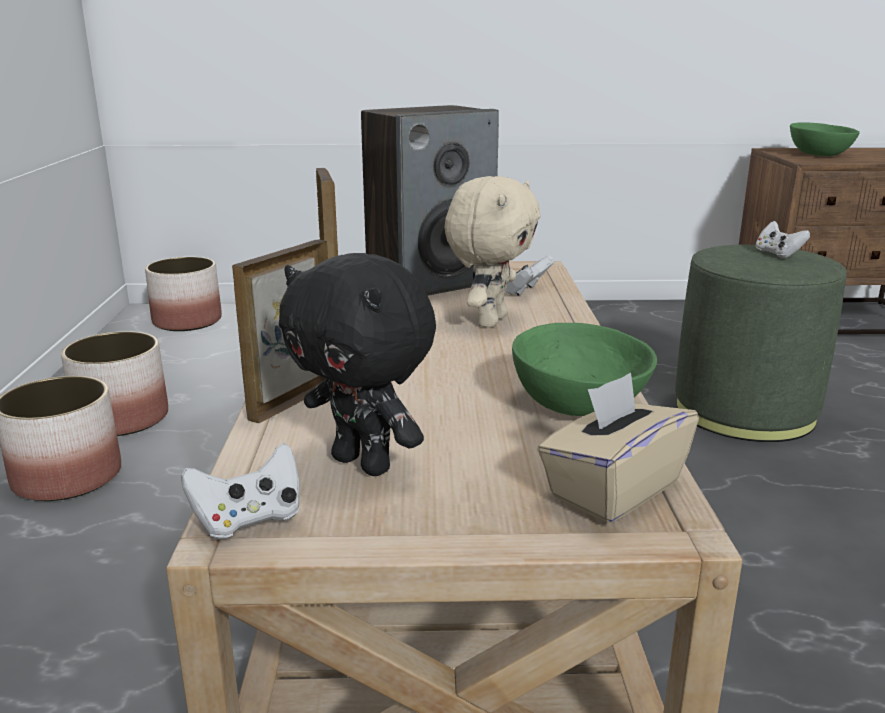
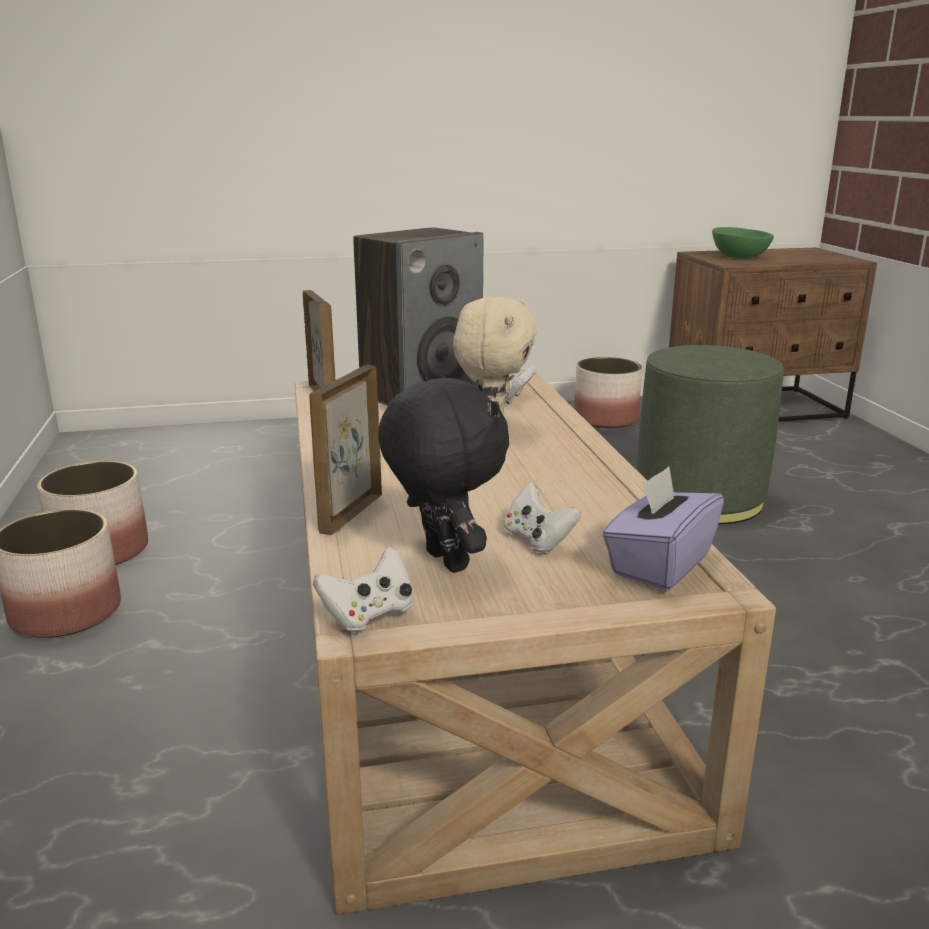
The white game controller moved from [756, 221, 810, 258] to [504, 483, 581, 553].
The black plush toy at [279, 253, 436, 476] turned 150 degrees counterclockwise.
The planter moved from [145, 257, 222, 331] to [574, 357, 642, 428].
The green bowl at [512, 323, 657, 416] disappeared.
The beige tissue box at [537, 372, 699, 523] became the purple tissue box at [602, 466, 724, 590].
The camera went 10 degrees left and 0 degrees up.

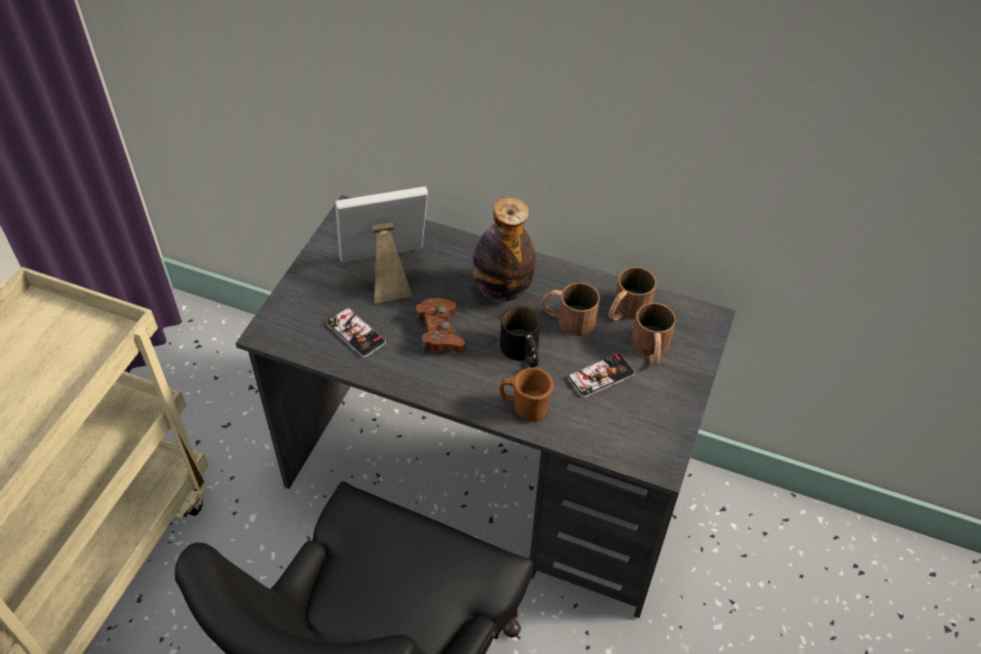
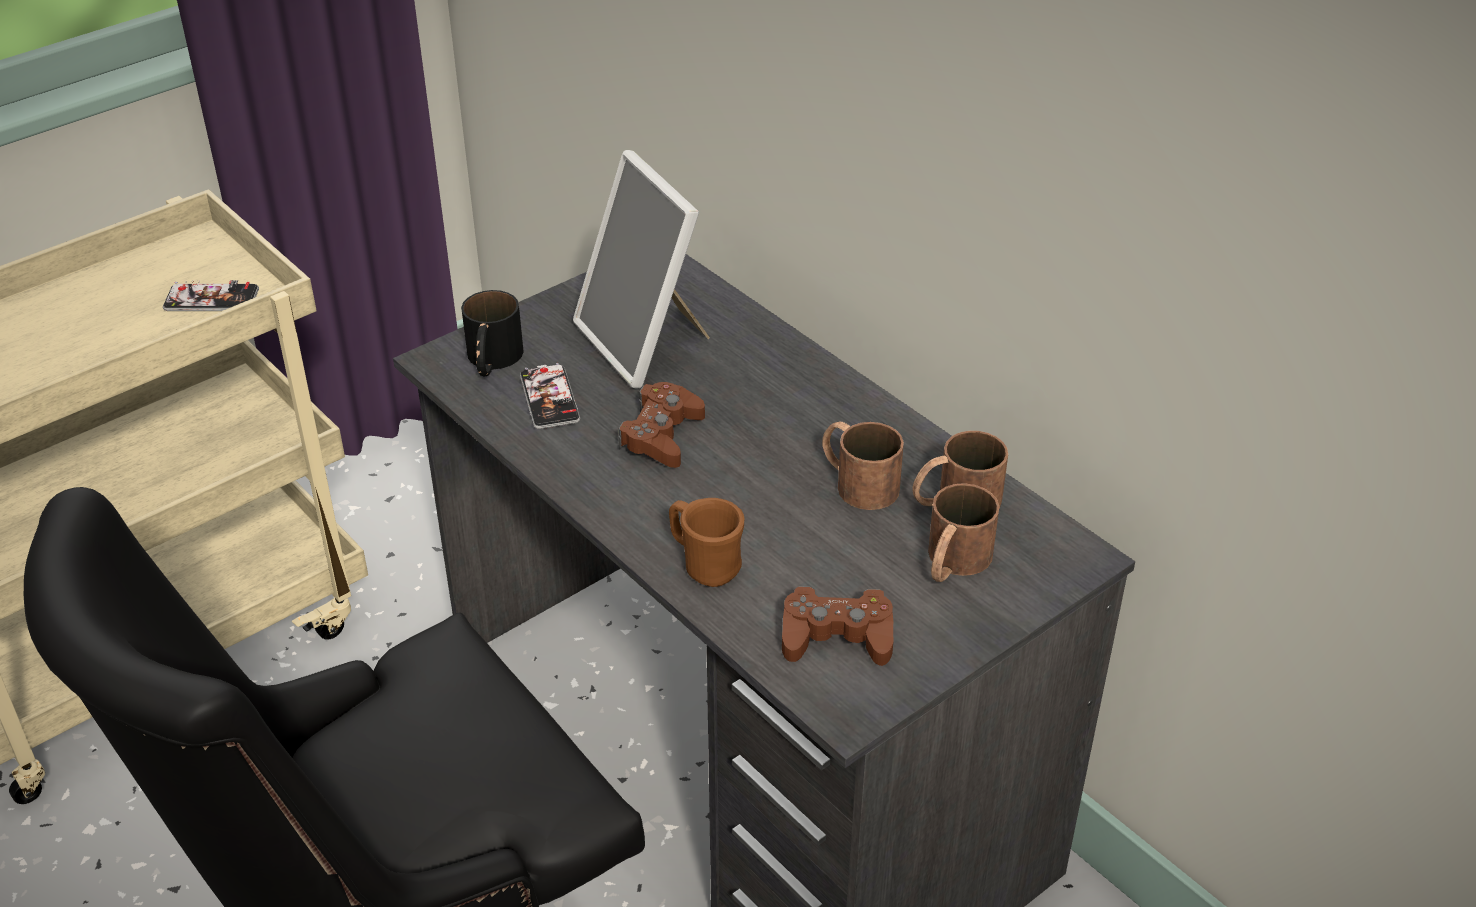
The picture frame at [335, 187, 428, 303] turned 135 degrees counterclockwise.
The bottle at [473, 197, 535, 302] disappeared.
The black mug moved from [500, 306, 541, 368] to [461, 290, 524, 377].
The phone moved from [568, 353, 635, 398] to [163, 280, 259, 311].
The brown game controller at [782, 586, 894, 666] appeared.
The camera went 30 degrees right and 10 degrees down.

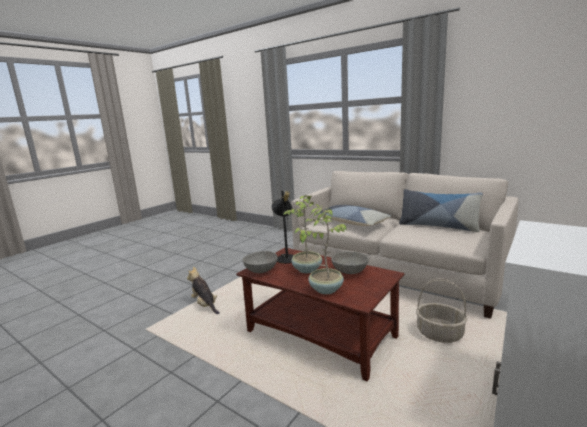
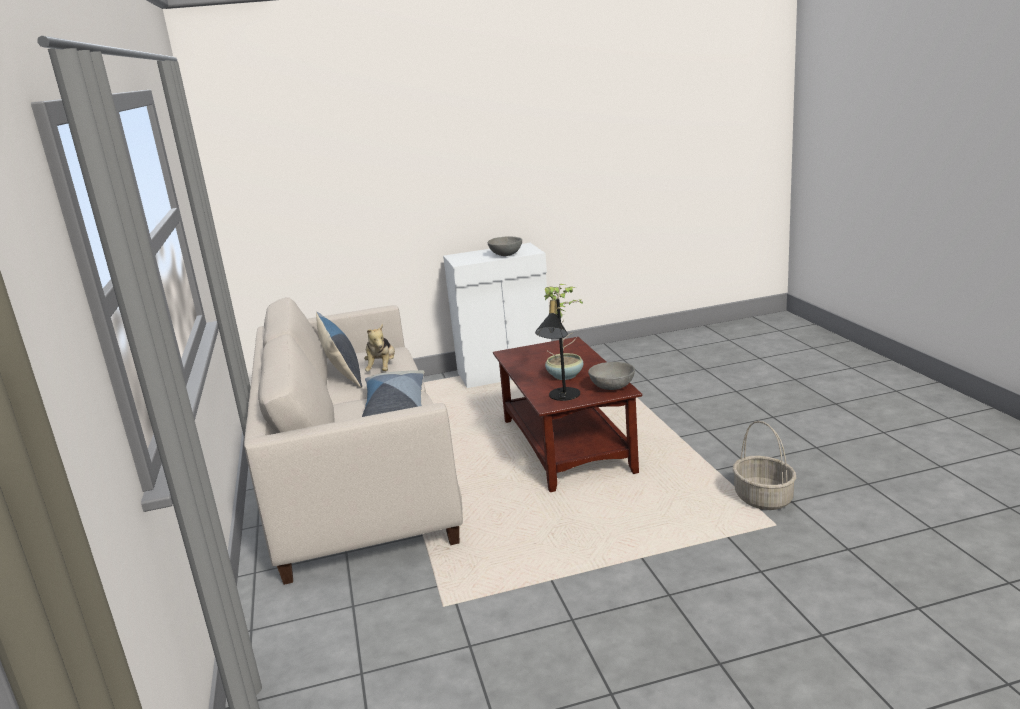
The potted plant at [294, 206, 347, 294] disappeared.
The grey bowl moved from [331, 252, 368, 274] to [488, 236, 522, 256].
The plush toy moved from [187, 267, 220, 314] to [364, 324, 395, 371].
The basket moved from [416, 278, 468, 343] to [733, 421, 796, 510].
The camera went 140 degrees left and 5 degrees up.

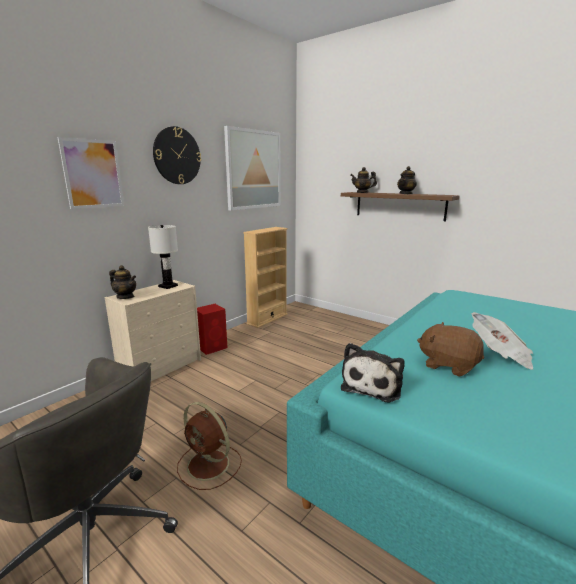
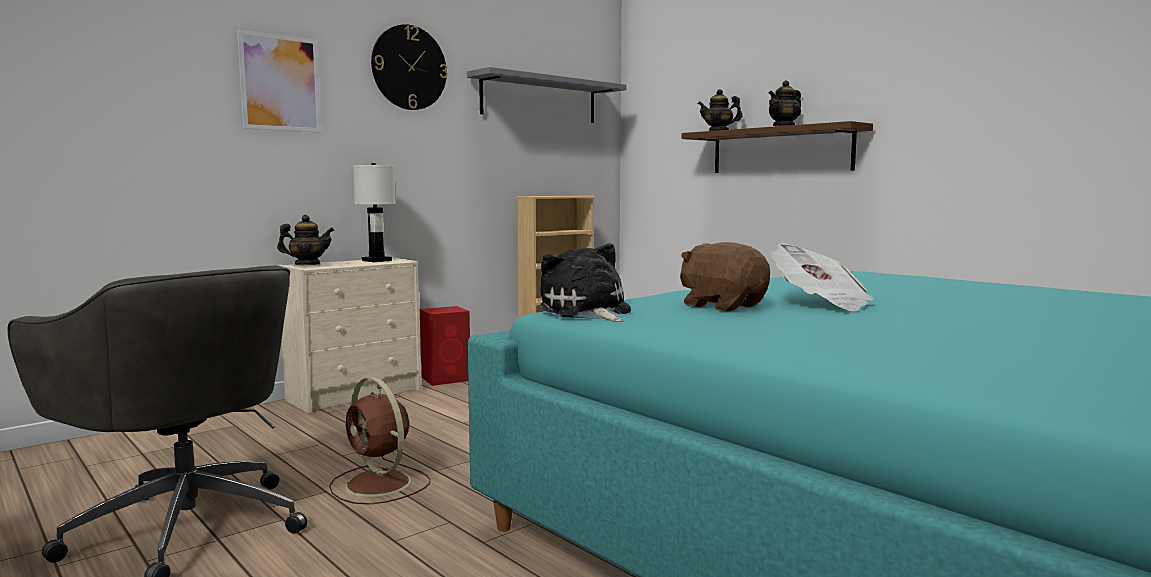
The picture at [224, 126, 281, 210] was replaced by the grey shelf at [467, 67, 627, 123].
The teapot at [109, 265, 136, 299] turned 45 degrees counterclockwise.
The plush toy at [341, 343, 405, 402] turned 120 degrees clockwise.
The camera went 10 degrees right and 10 degrees down.

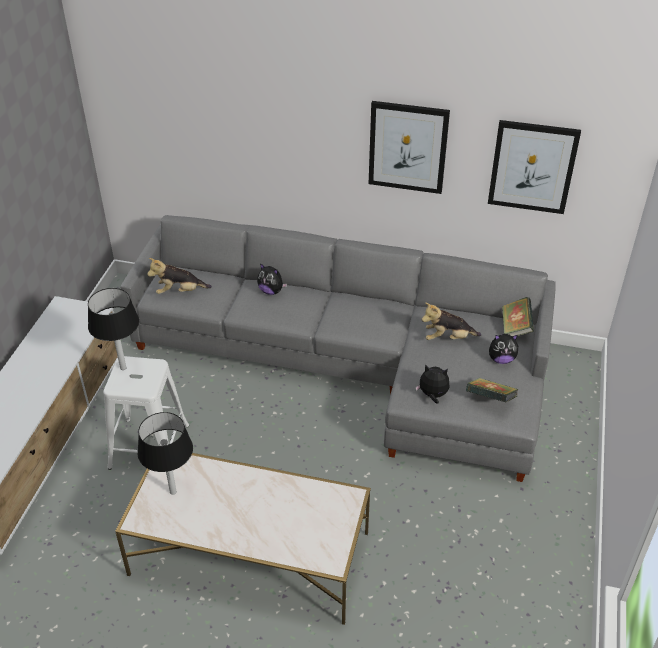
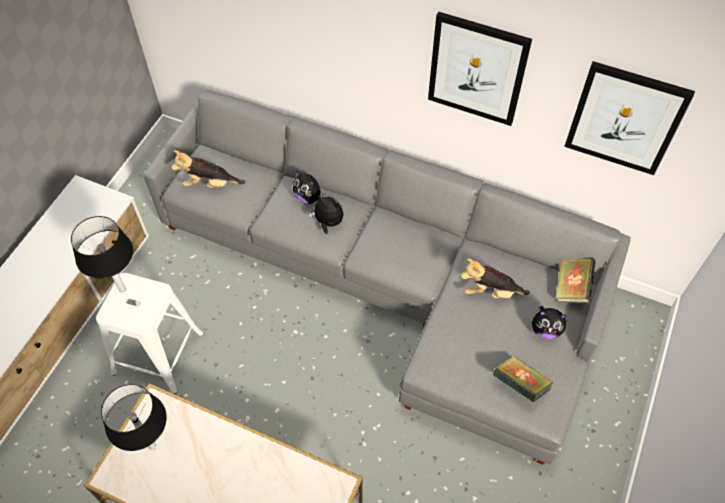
The plush toy moved from [415, 364, 450, 404] to [309, 194, 344, 234].
The camera went 10 degrees right and 15 degrees up.

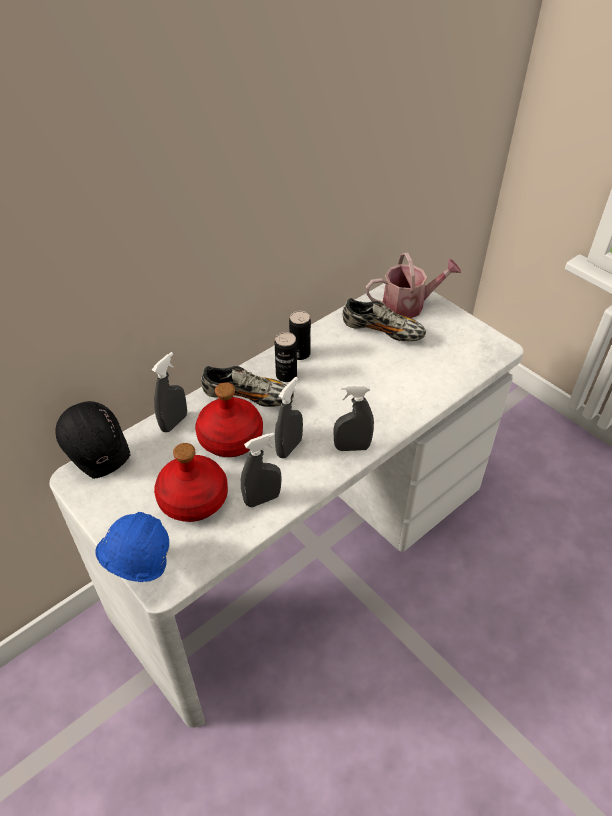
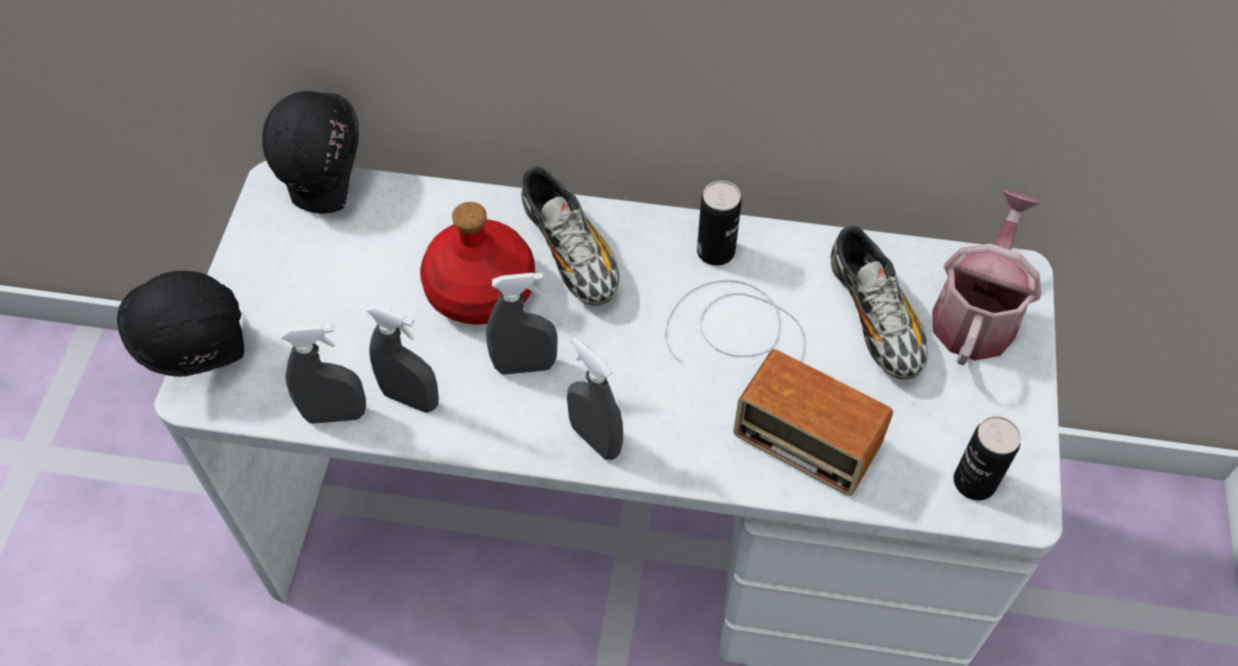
The watering can at [366, 253, 461, 318] turned 105 degrees counterclockwise.
The can moved from [275, 332, 297, 382] to [954, 416, 1021, 500].
The grey spray bottle moved from [152, 352, 187, 432] to [280, 325, 366, 424].
The red bottle at [154, 443, 228, 522] disappeared.
The blue hard hat at [95, 512, 169, 582] became the black hard hat at [117, 271, 244, 377].
The radio at [665, 280, 893, 496] appeared.
The camera went 50 degrees right and 10 degrees up.

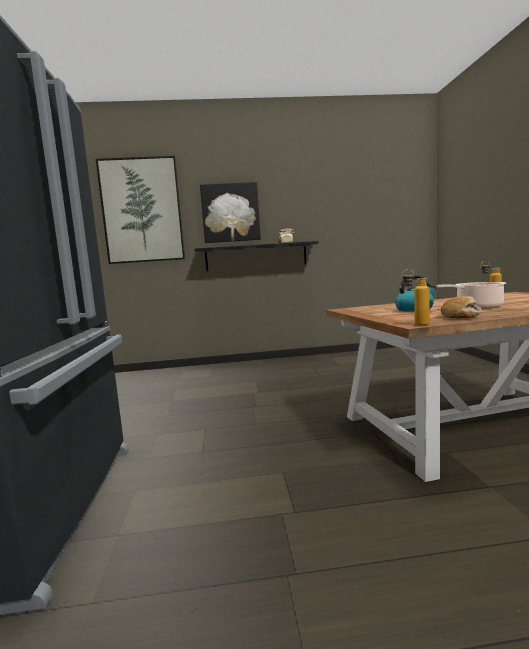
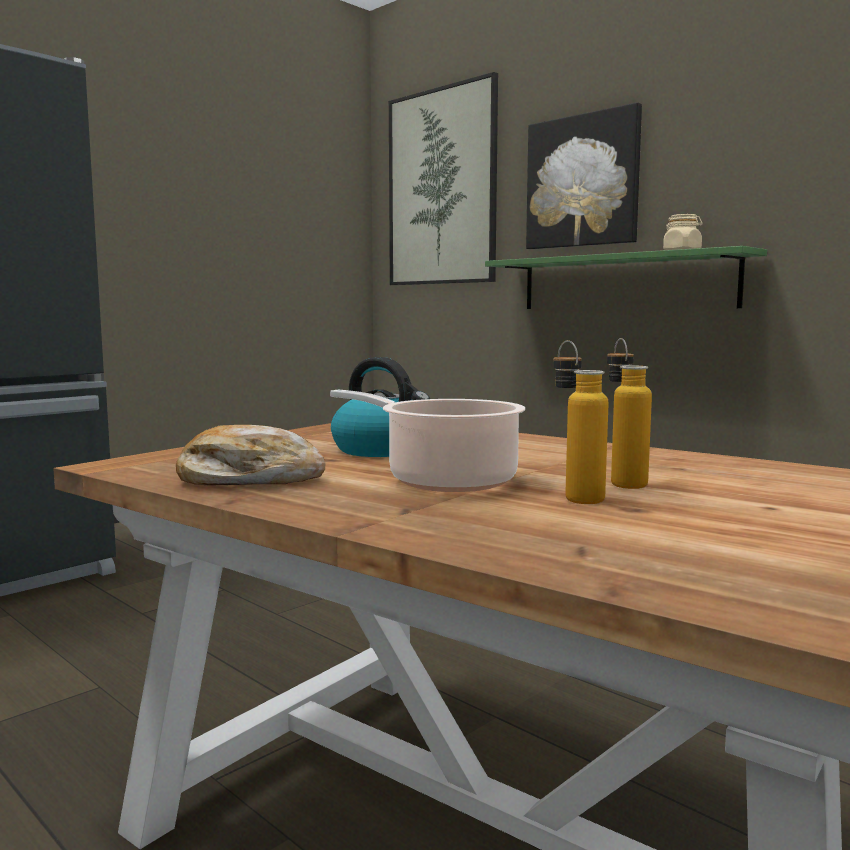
The black shelf at [195, 241, 318, 271] became the green shelf at [485, 246, 767, 309].
The bottle moved from [402, 269, 429, 325] to [553, 340, 608, 504].
The camera went 50 degrees right and 0 degrees up.

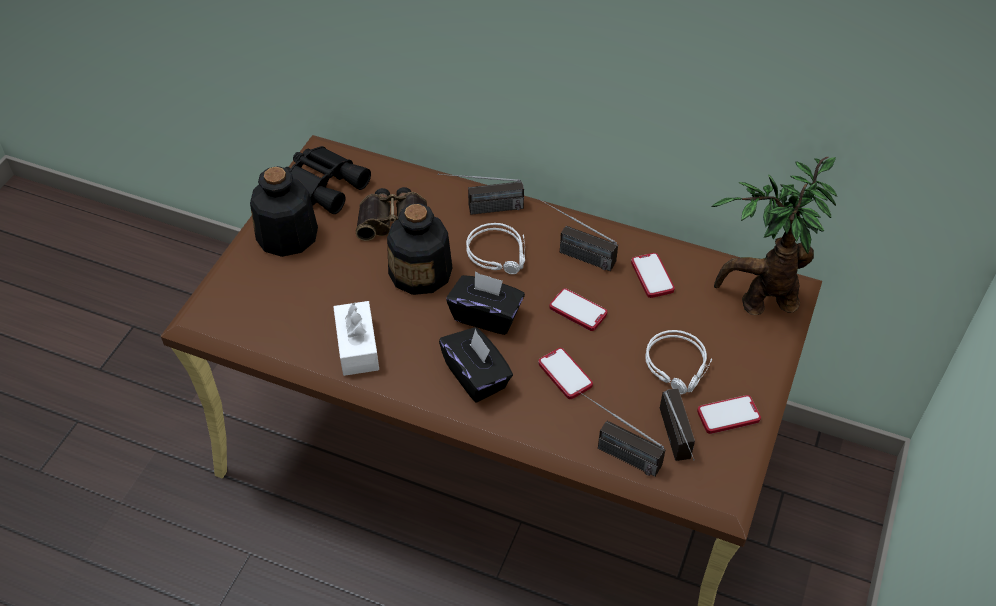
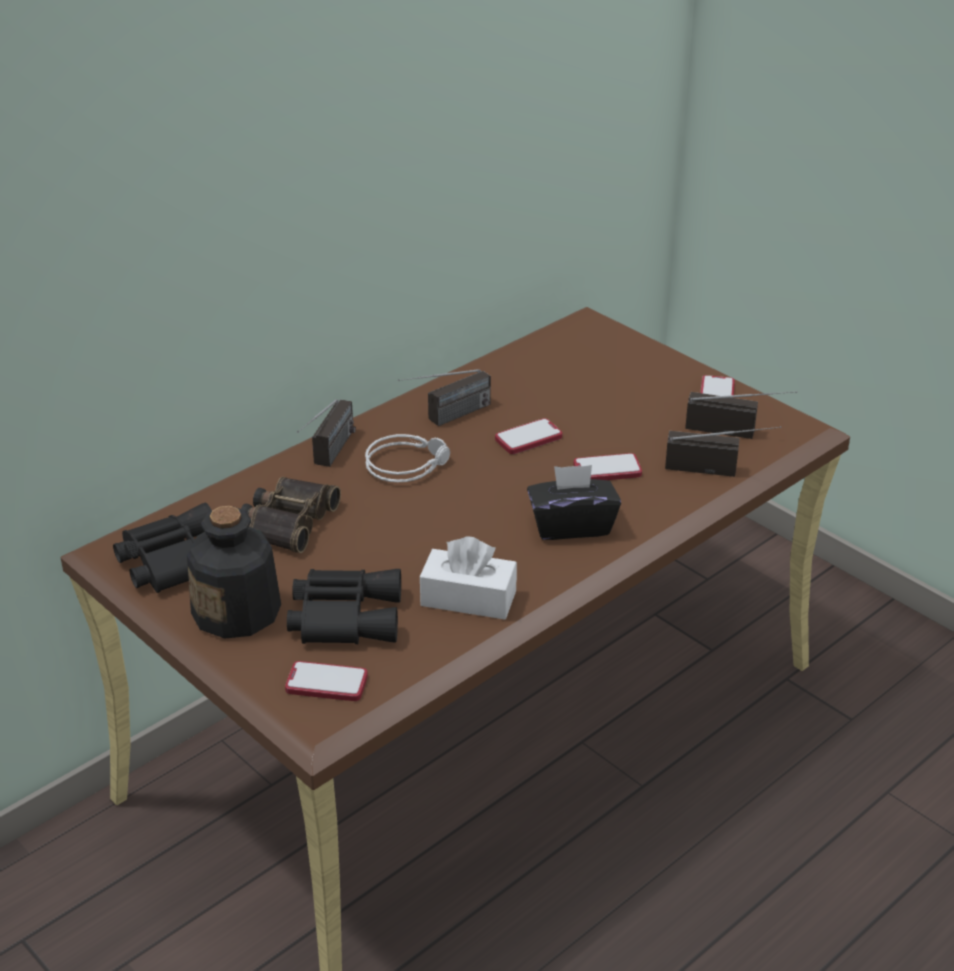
The potted plant at [711, 156, 837, 315] disappeared.
The bottle at [387, 203, 453, 295] disappeared.
The phone moved from [631, 253, 675, 298] to [285, 661, 368, 701].
The black tissue box at [446, 271, 525, 335] disappeared.
The grey headphones at [645, 330, 712, 394] disappeared.
The radio at [577, 390, 666, 477] turned 135 degrees counterclockwise.
The black binoculars at [287, 569, 401, 644] appeared.
The camera went 65 degrees left and 15 degrees down.

